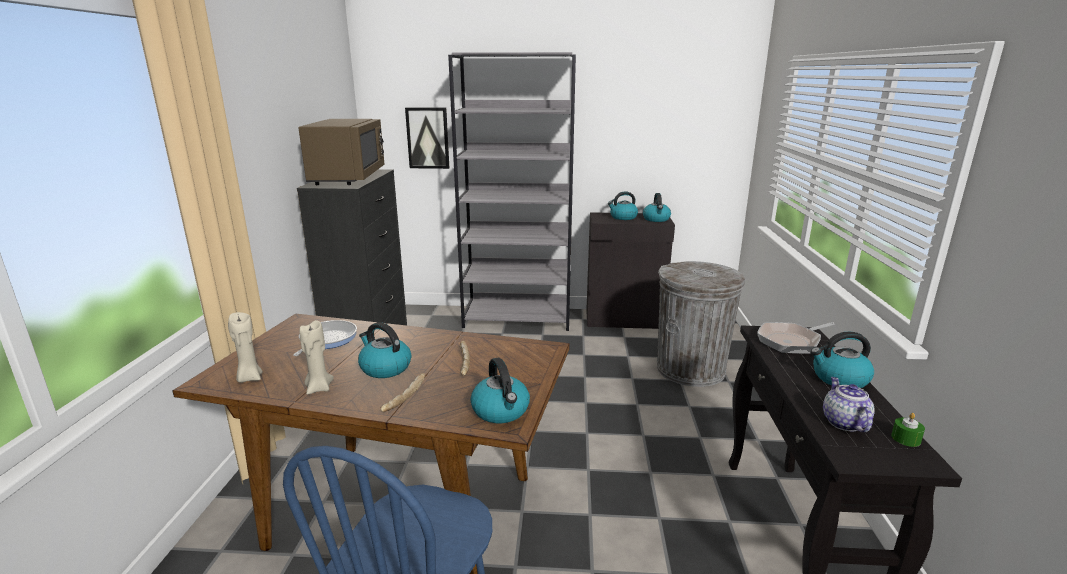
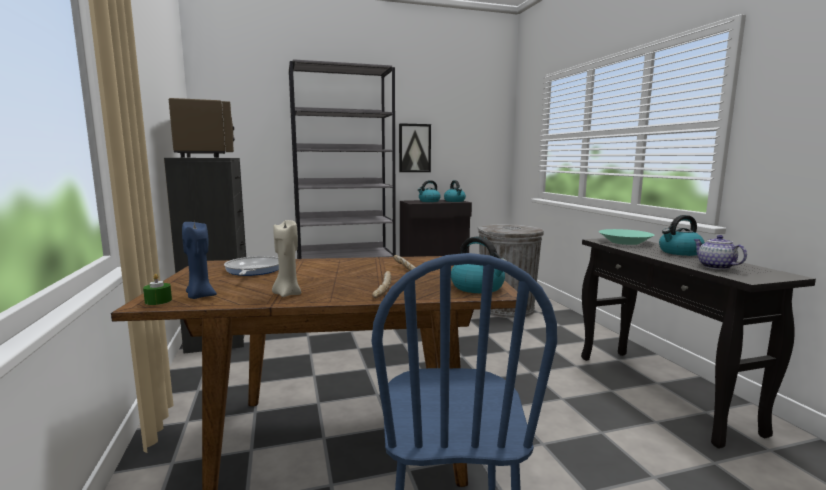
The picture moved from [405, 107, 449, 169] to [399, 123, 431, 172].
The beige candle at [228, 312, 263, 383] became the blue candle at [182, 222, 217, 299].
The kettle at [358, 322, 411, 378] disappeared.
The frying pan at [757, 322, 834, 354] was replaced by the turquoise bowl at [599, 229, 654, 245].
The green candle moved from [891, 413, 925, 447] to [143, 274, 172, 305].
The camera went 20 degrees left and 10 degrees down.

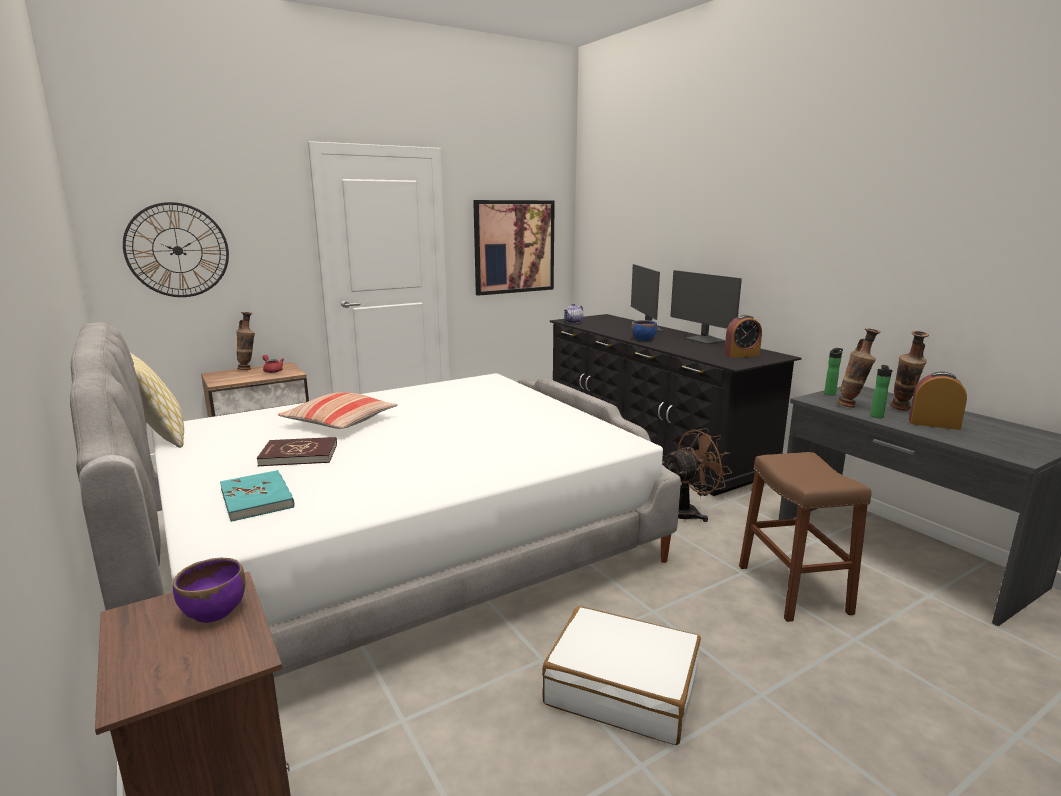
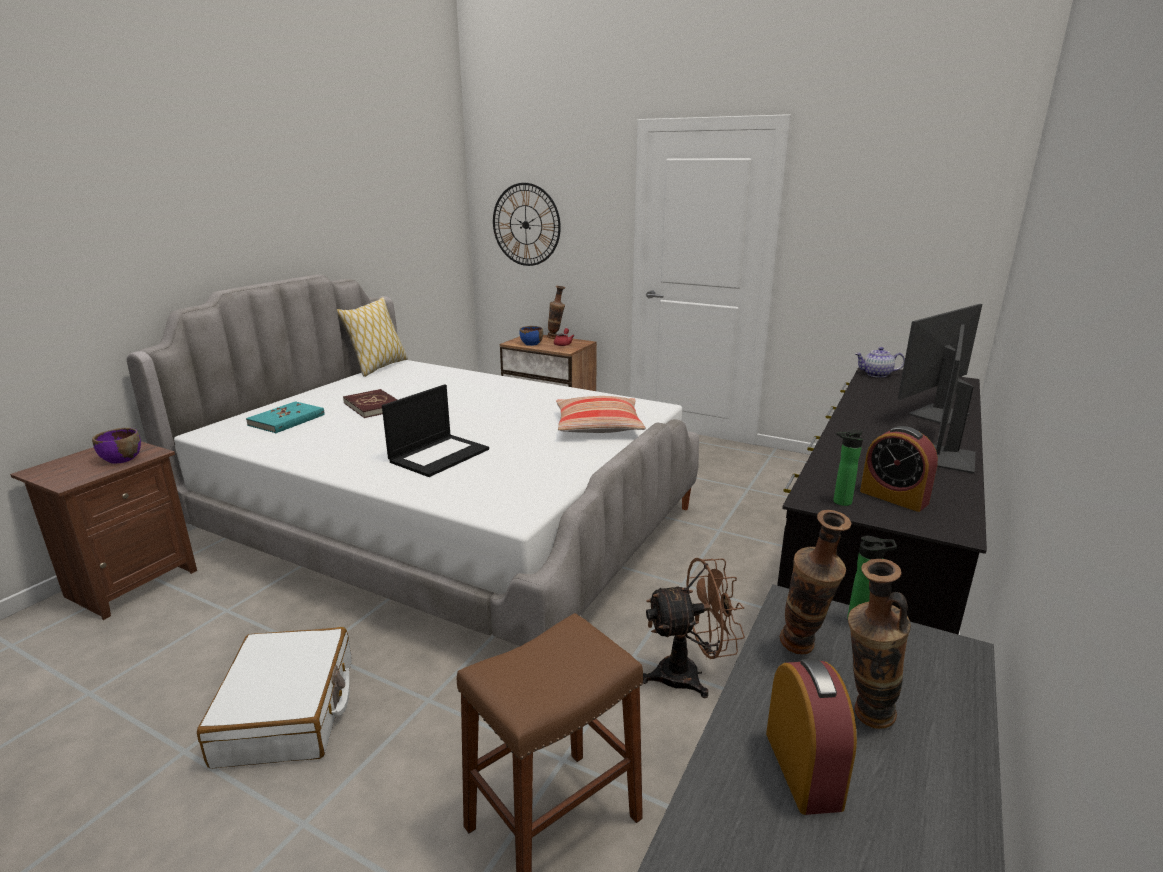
The picture at [473, 200, 555, 296] disappeared.
The blue bowl moved from [632, 320, 657, 341] to [520, 326, 543, 346].
The bottle moved from [870, 365, 893, 418] to [833, 430, 863, 506].
The pillow moved from [278, 392, 398, 429] to [556, 396, 646, 433].
The brown fan at [662, 428, 732, 522] turned 45 degrees counterclockwise.
The laptop at [382, 384, 489, 477] appeared.
The camera went 60 degrees right and 5 degrees up.

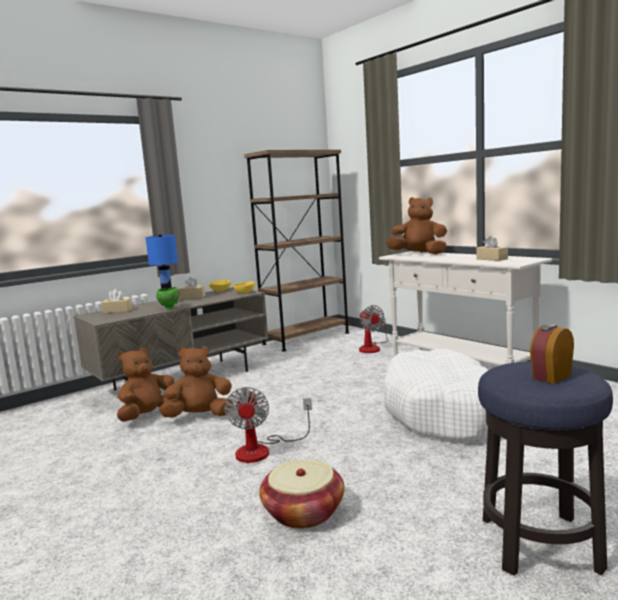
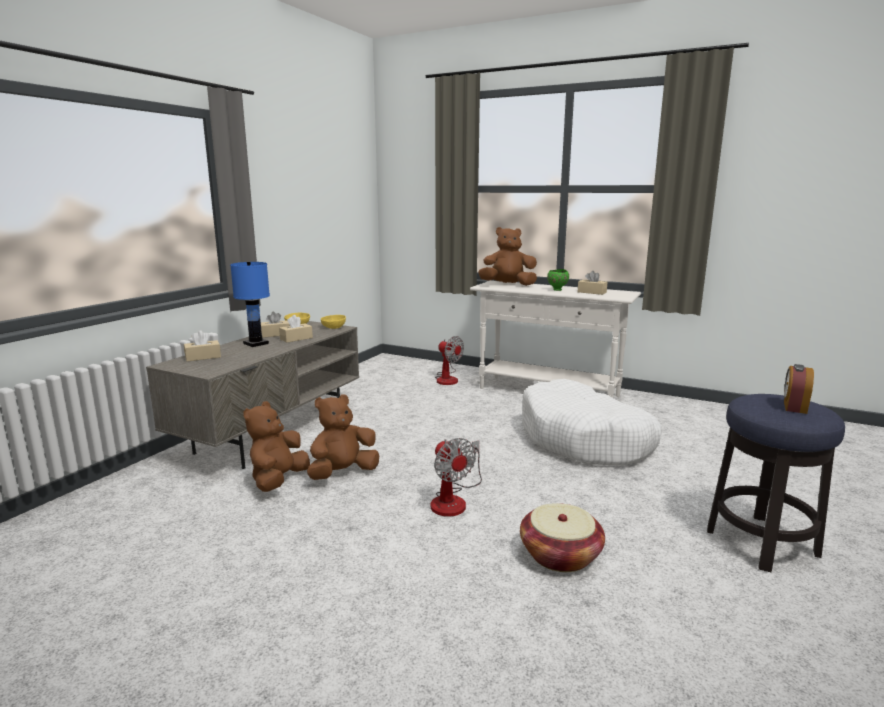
The brown bookcase at [244, 150, 350, 352] disappeared.
The green bowl moved from [156, 287, 180, 310] to [547, 269, 569, 291].
The beige tissue box at [279, 315, 313, 343] appeared.
The camera went 25 degrees left and 5 degrees up.

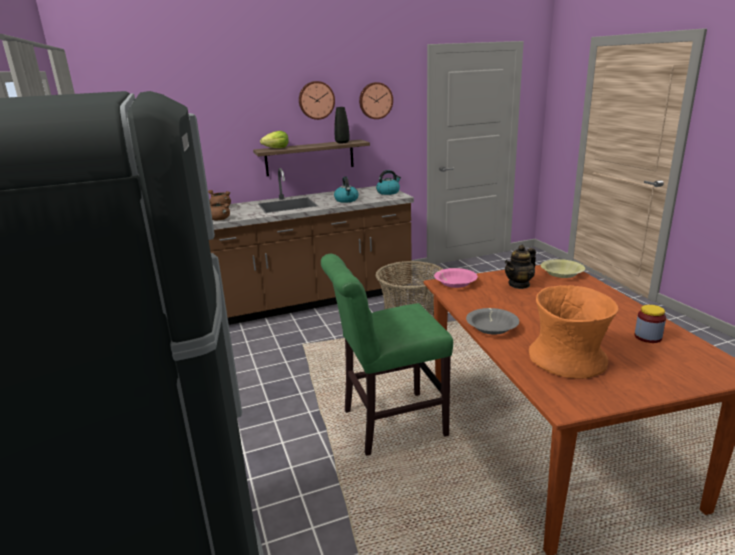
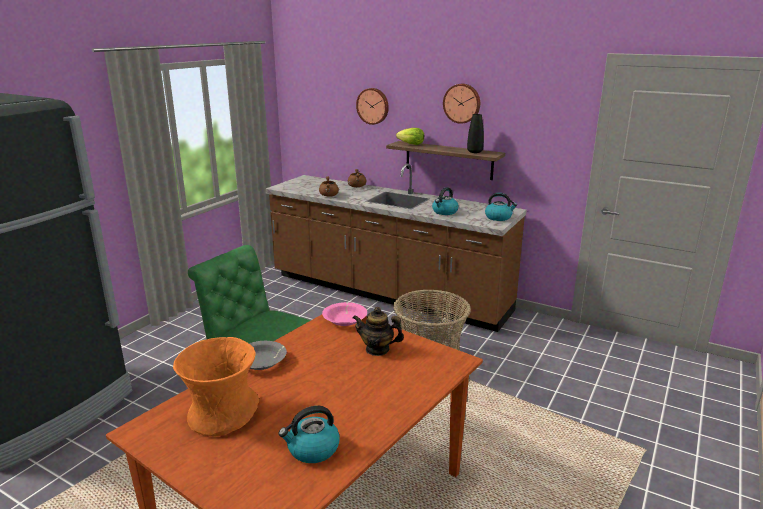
The wall clock moved from [359, 82, 393, 119] to [356, 88, 389, 125].
The yellow bowl at [541, 259, 585, 278] disappeared.
The jar at [635, 305, 666, 343] was replaced by the kettle at [278, 406, 340, 463].
The camera went 50 degrees right and 0 degrees up.

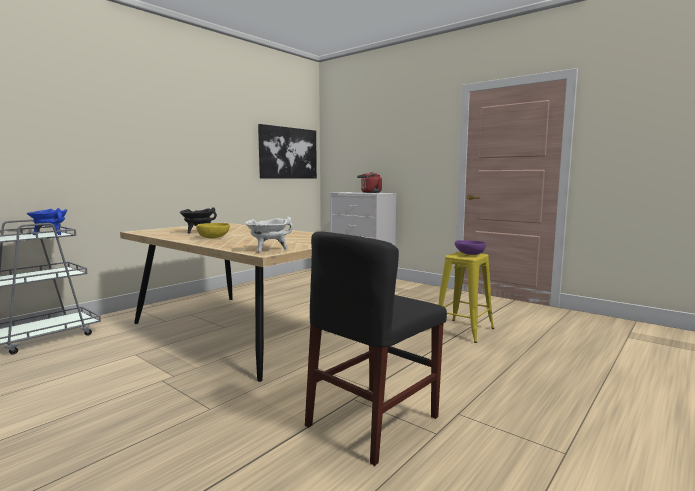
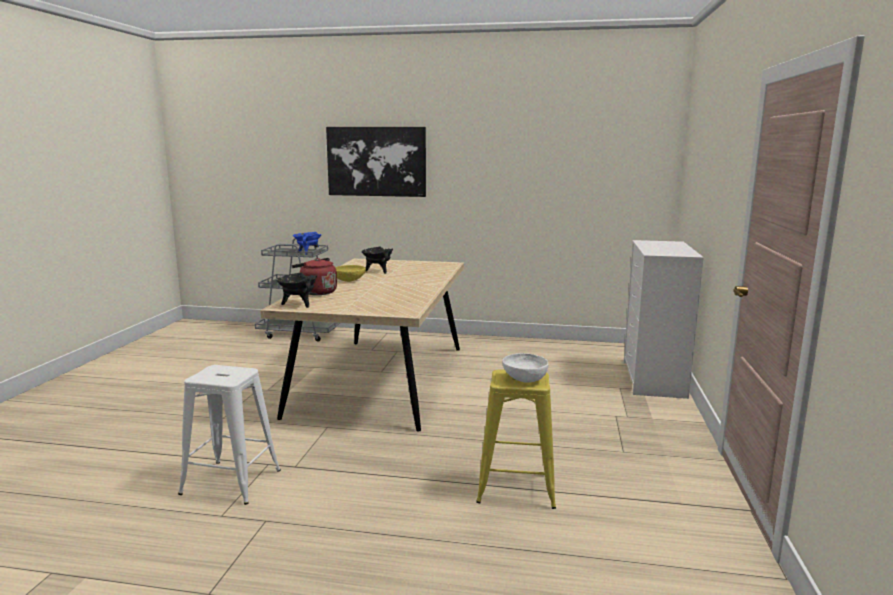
The picture moved from [258, 124, 317, 179] to [326, 127, 426, 197].
The red kettle moved from [357, 172, 382, 193] to [292, 258, 337, 295].
The white cooking pot at [245, 217, 293, 252] became the black cooking pot at [276, 272, 317, 308].
The black chair at [305, 231, 447, 466] was replaced by the white stool at [178, 365, 281, 505].
The purple bowl at [455, 240, 486, 255] became the white bowl at [502, 353, 548, 383].
The camera went 60 degrees right and 5 degrees up.

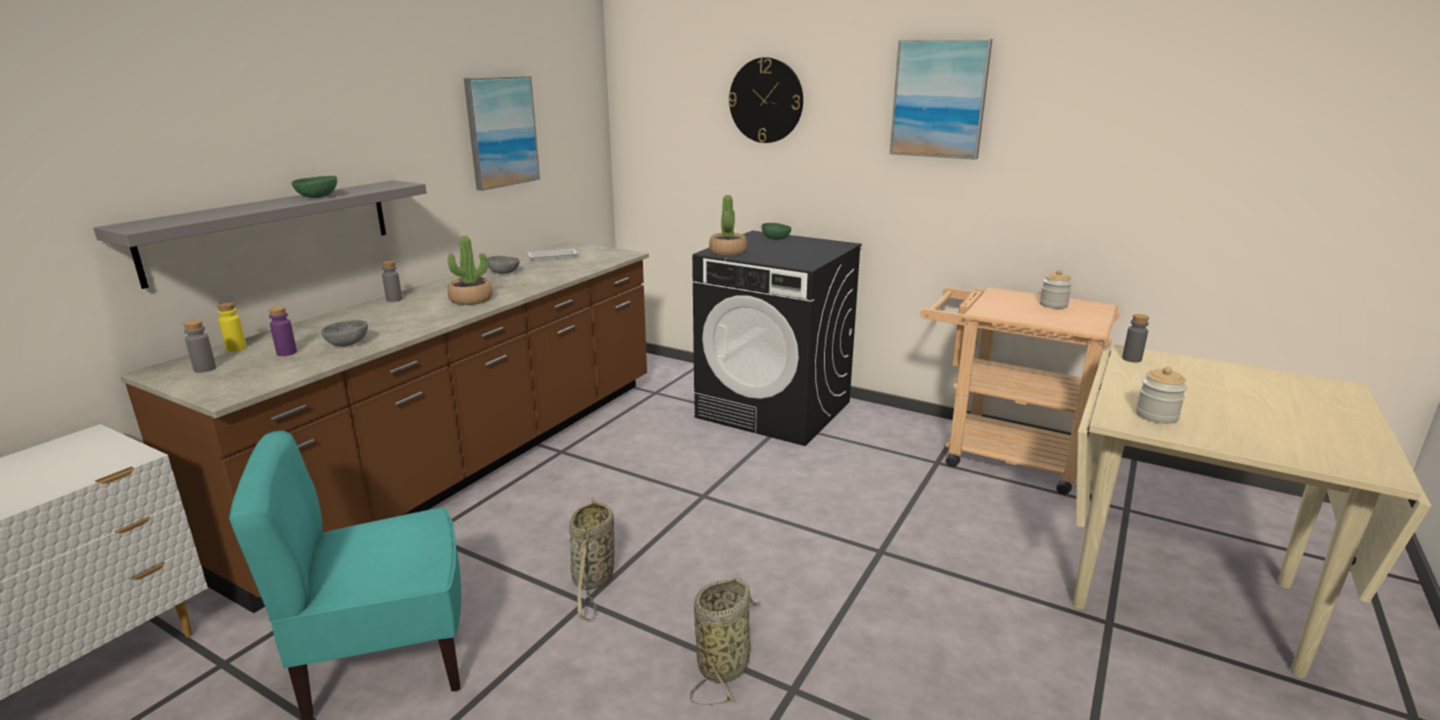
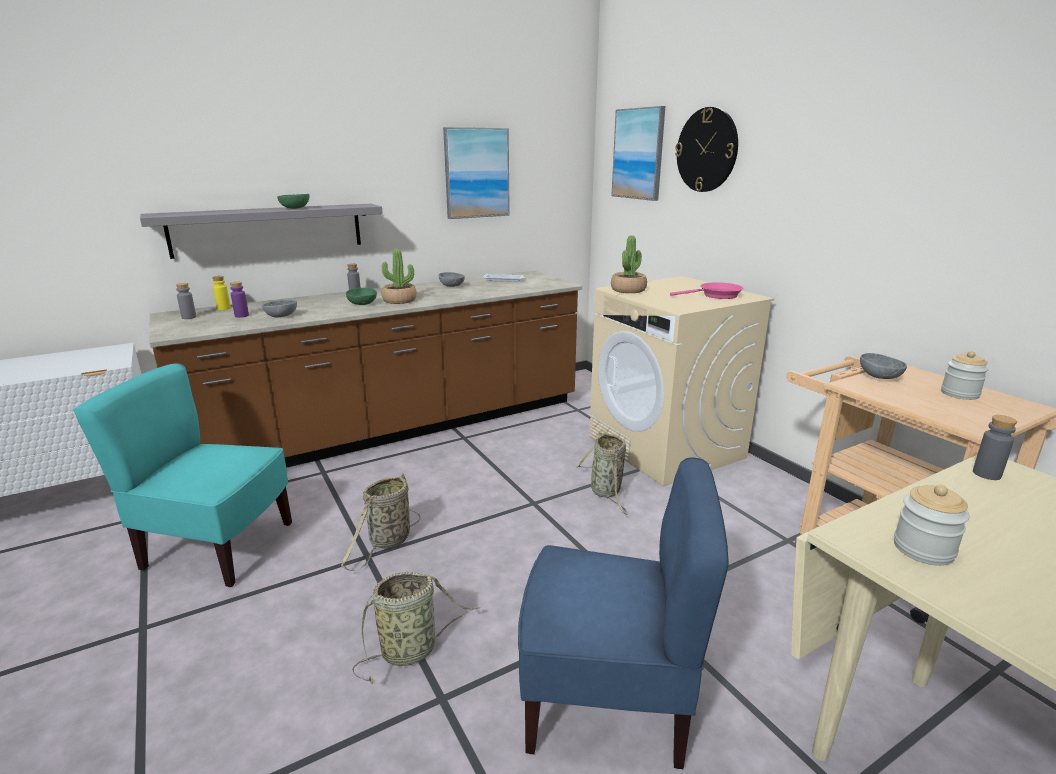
The picture moved from [890, 39, 992, 160] to [611, 106, 665, 201].
The green bowl moved from [762, 223, 791, 240] to [346, 288, 377, 305].
The black washing machine at [692, 231, 862, 446] became the beige washing machine at [589, 276, 774, 487].
The pink frying pan at [670, 282, 744, 299] appeared.
The grey bowl at [860, 353, 907, 379] appeared.
The basket at [576, 431, 628, 515] appeared.
The blue chair at [518, 457, 729, 769] appeared.
The camera went 30 degrees right and 0 degrees up.

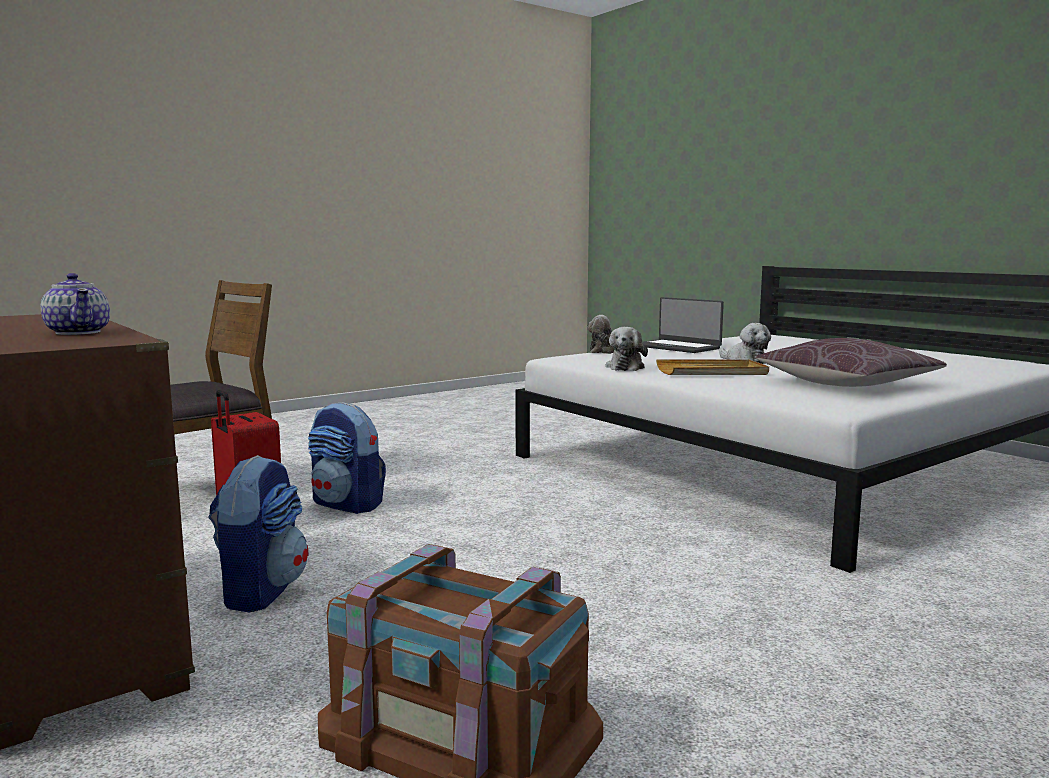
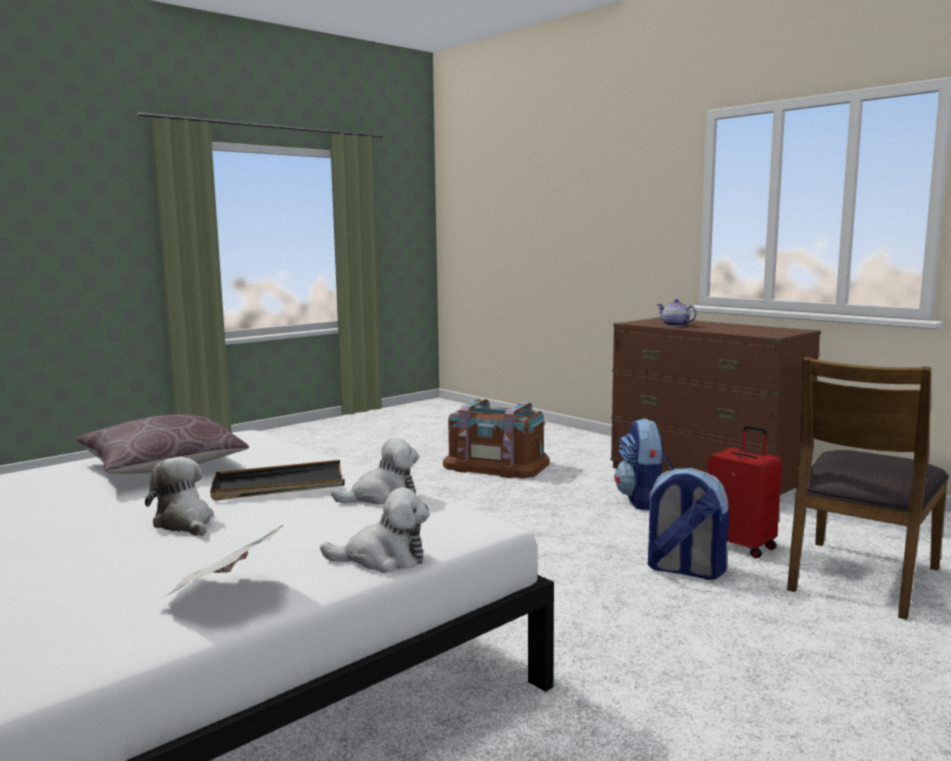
The laptop at [642, 297, 724, 353] was replaced by the newspaper at [162, 525, 283, 598].
The plush toy at [606, 327, 648, 371] turned 60 degrees clockwise.
The beige tray at [656, 359, 769, 375] became the black tray at [210, 460, 345, 501].
The camera went 175 degrees right and 0 degrees up.

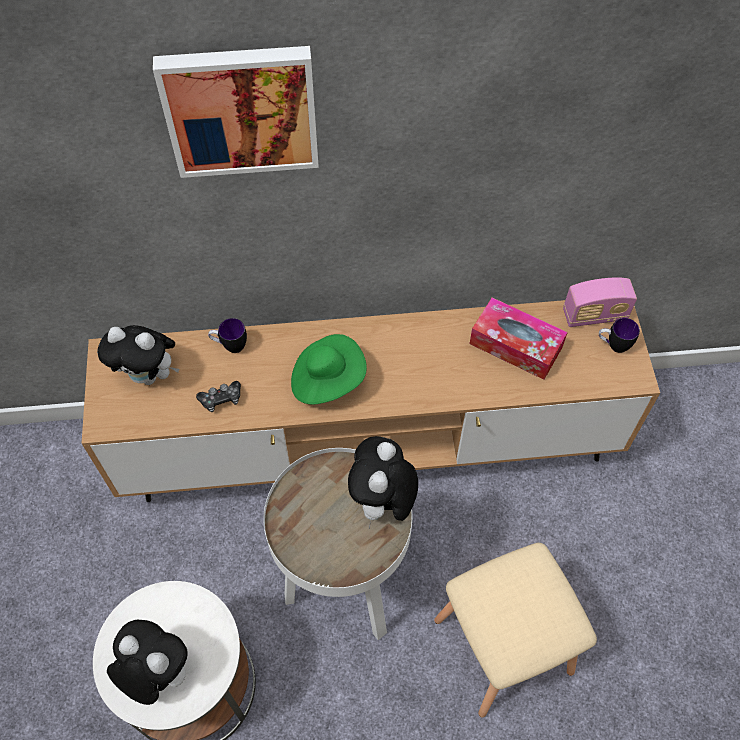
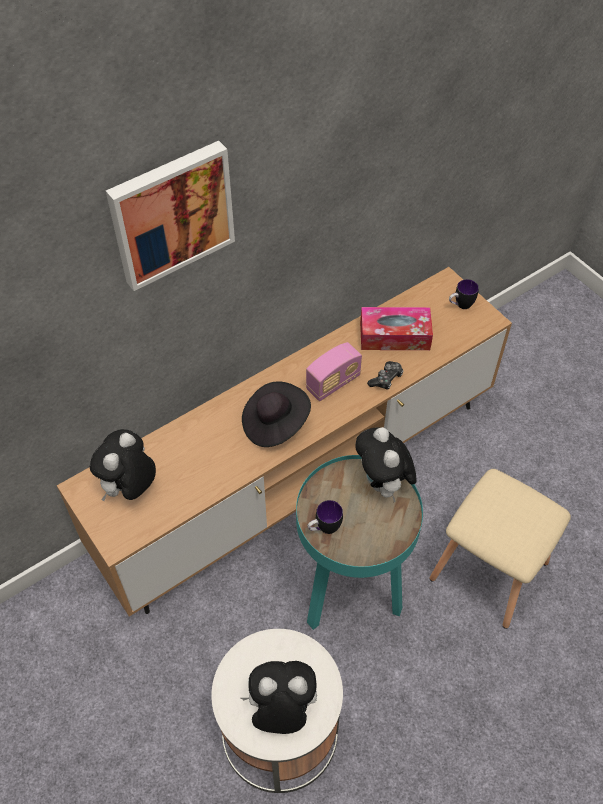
The radio moved from [563, 277, 637, 327] to [306, 342, 362, 401].
The mug moved from [208, 318, 247, 353] to [307, 500, 343, 534].
The plush toy at [97, 325, 179, 385] turned 135 degrees clockwise.
The green hat at [291, 334, 367, 405] became the black hat at [242, 381, 311, 447].
The game controller moved from [196, 381, 241, 412] to [367, 361, 403, 390].
The white side table at [263, 448, 412, 640] became the turquoise side table at [296, 455, 423, 630].
The camera went 30 degrees left and 5 degrees down.

